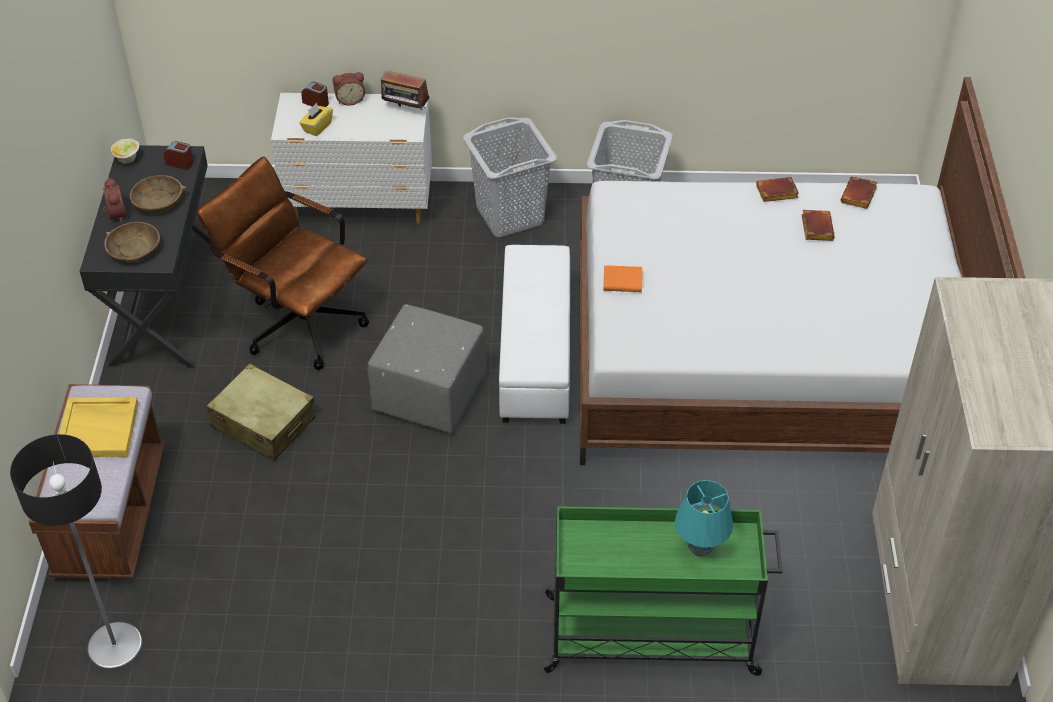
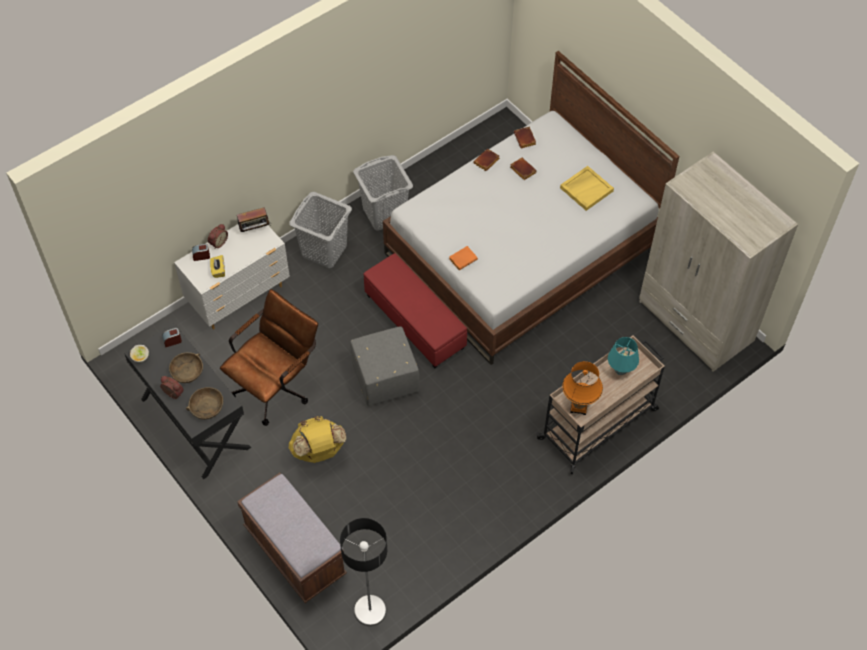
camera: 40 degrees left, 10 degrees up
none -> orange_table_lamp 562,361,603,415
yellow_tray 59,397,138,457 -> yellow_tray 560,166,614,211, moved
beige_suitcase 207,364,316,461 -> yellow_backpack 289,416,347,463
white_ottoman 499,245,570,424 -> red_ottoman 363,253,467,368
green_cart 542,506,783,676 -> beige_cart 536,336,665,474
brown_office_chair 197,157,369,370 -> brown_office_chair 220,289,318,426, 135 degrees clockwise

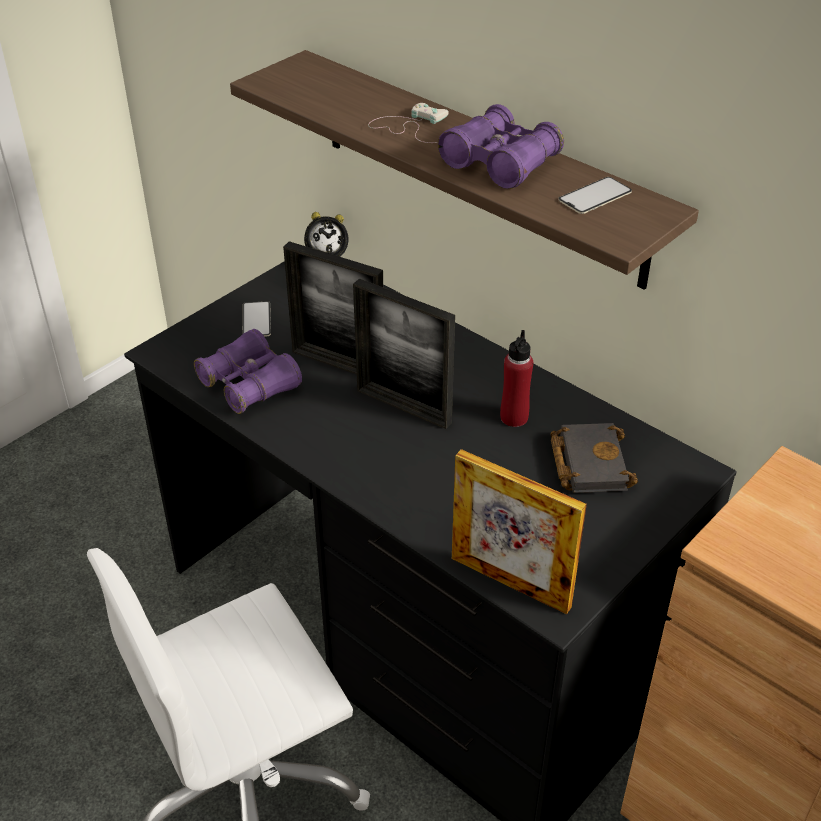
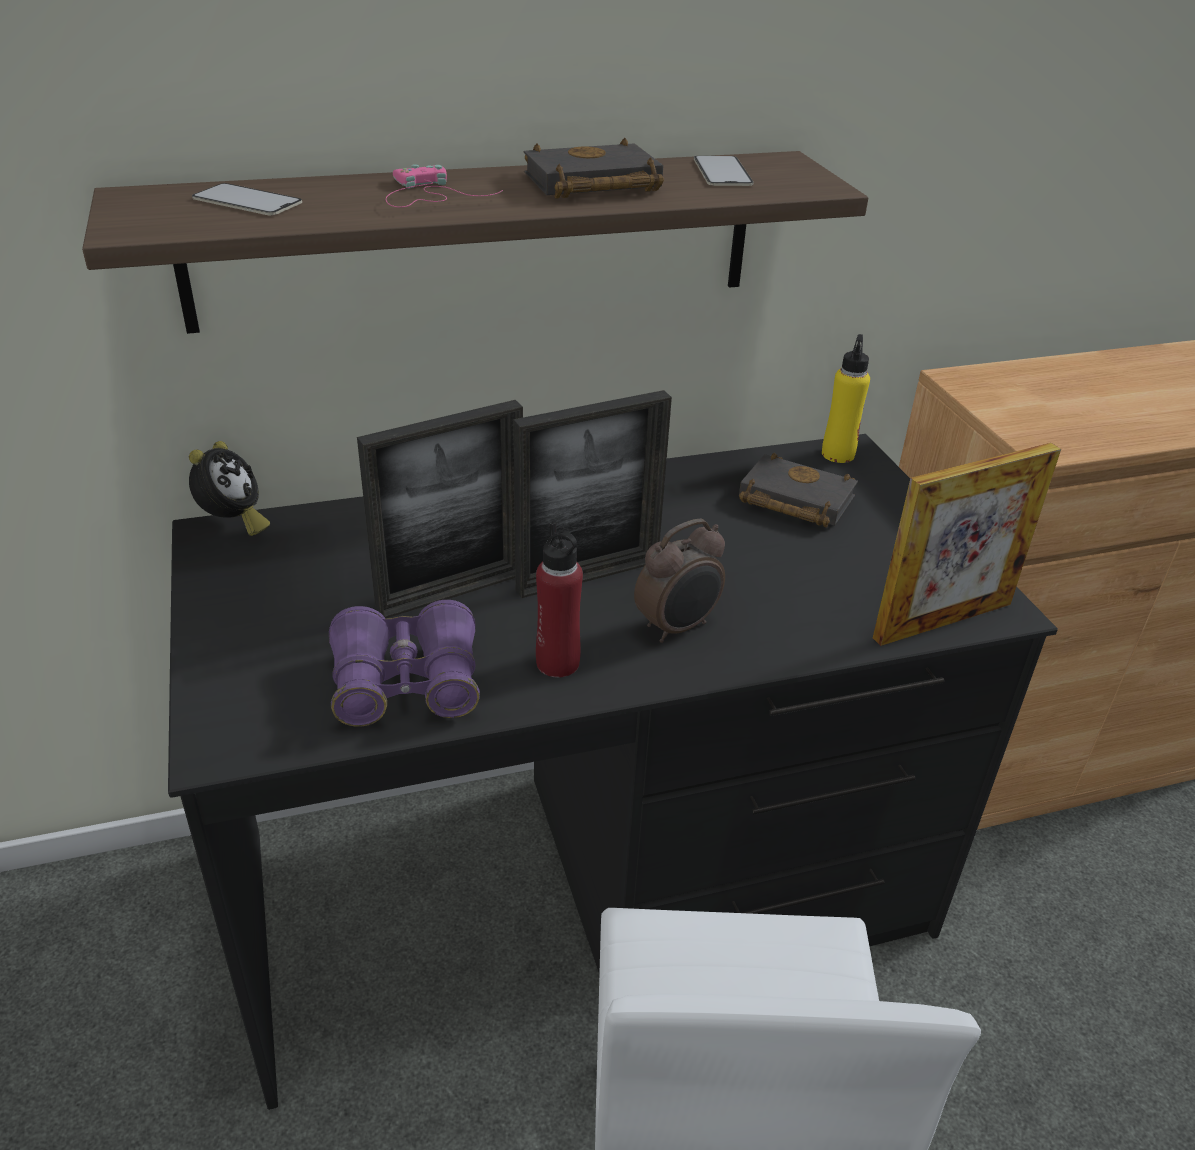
camera: 60 degrees left, 5 degrees down
none -> alarm_clock 634,519,725,643
none -> yellow_bottle 822,334,870,463
phone 242,301,271,337 -> phone 192,183,302,216, moved
red_bottle 500,330,533,427 -> red_bottle 536,522,583,678, moved
purple_binoculars 438,104,564,189 -> black_book 524,138,664,199
white_game_controller 368,103,449,143 -> pink_game_controller 386,164,503,208

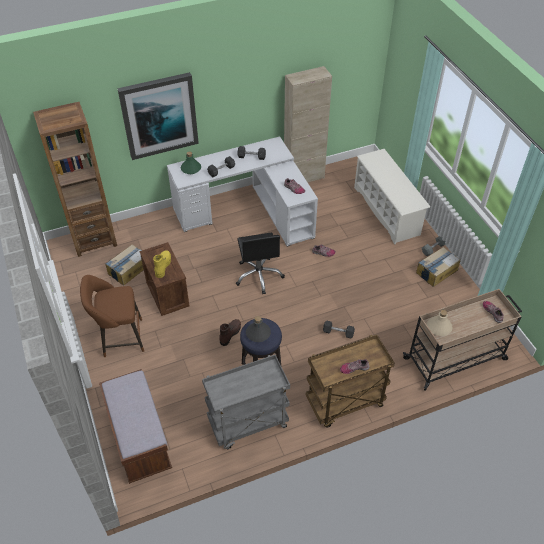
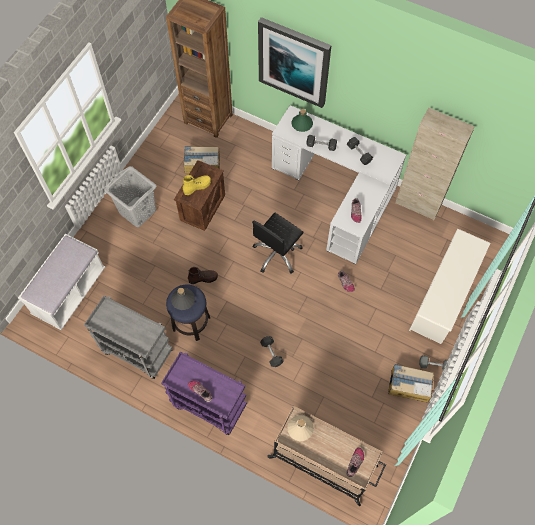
camera: 50 degrees right, 15 degrees up
brown_stool 80,275,144,357 -> grey_laundry_basket 104,166,156,227
brown_bench 99,369,172,484 -> white_bench 18,233,105,330
brown_cart 306,334,395,428 -> purple_cart 161,352,247,435

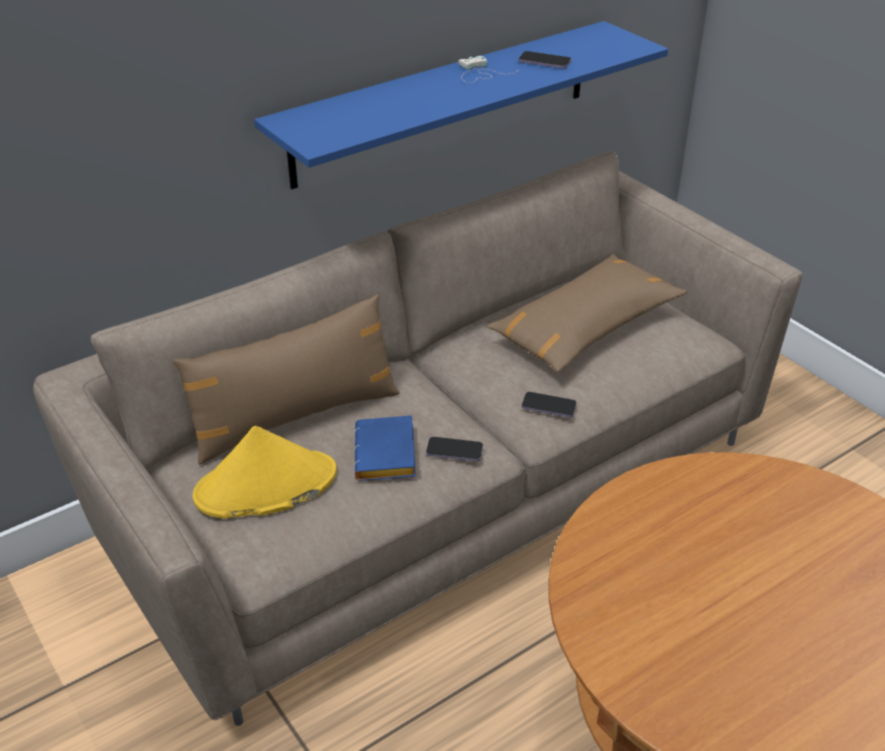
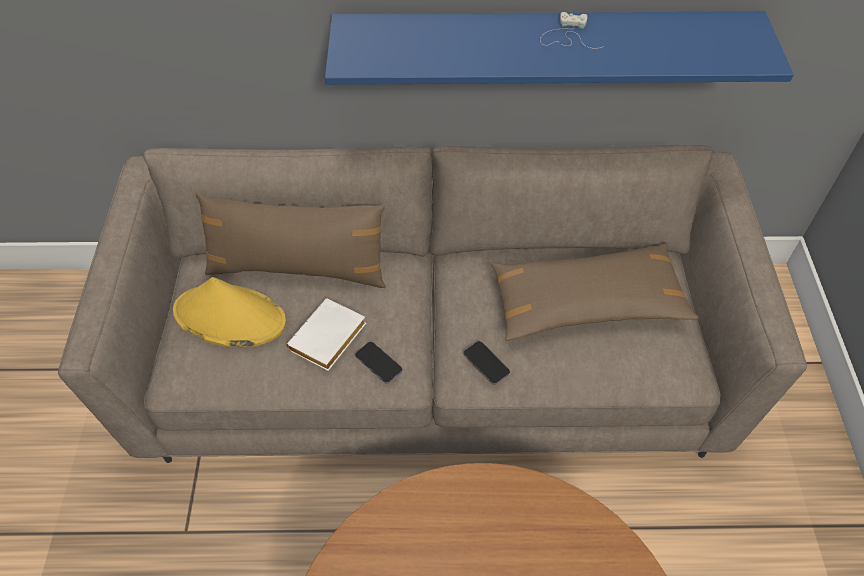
camera: 35 degrees right, 15 degrees up
phone 518,51,571,68 -> none
blue_book 354,415,416,481 -> white_book 286,298,366,371

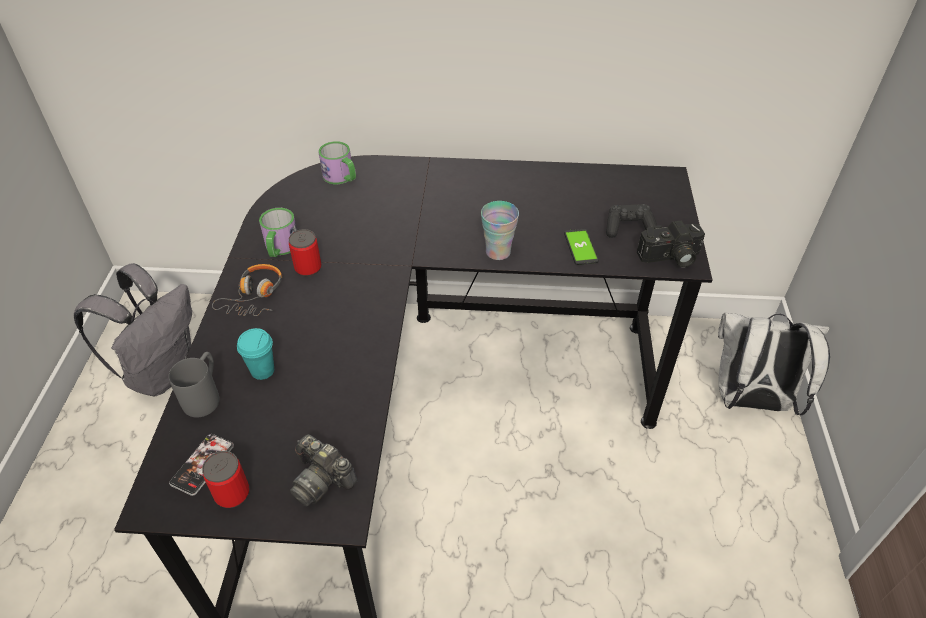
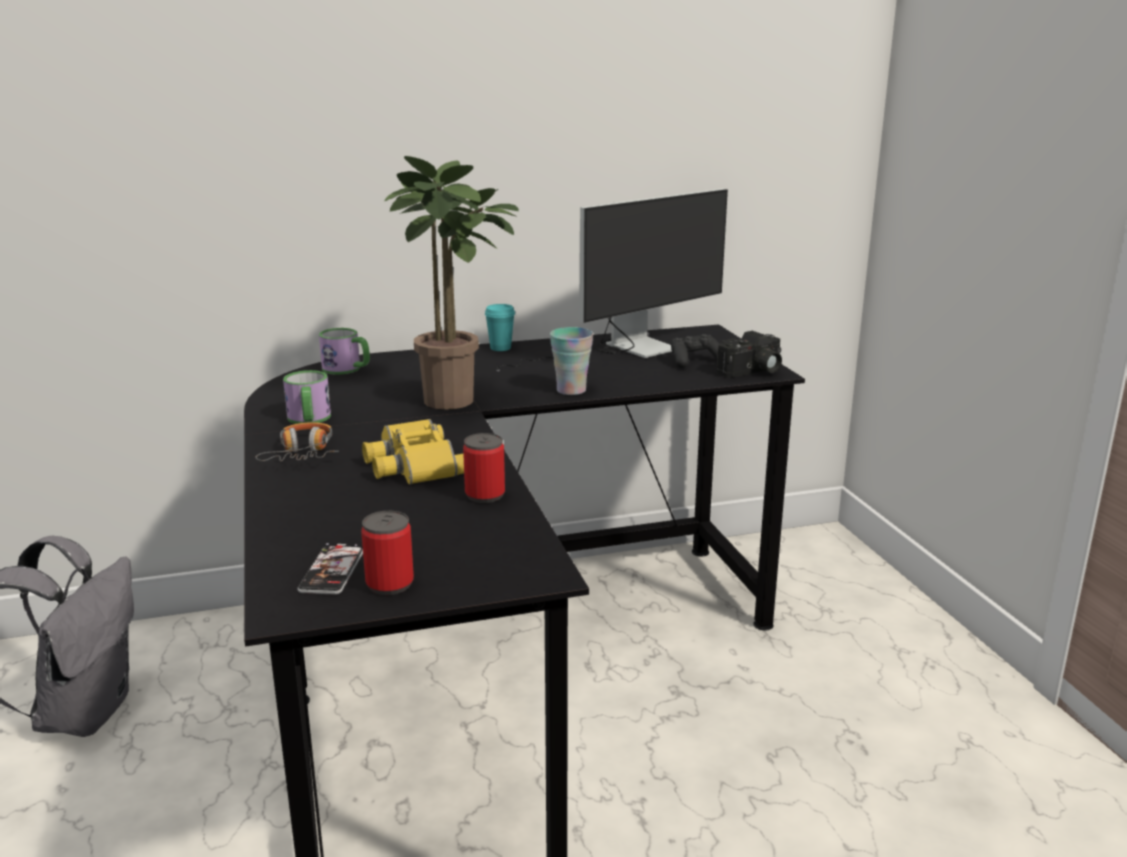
camera: 20 degrees left, 25 degrees down
grey_mug 169,352,220,417 -> none
photo_camera 290,434,357,507 -> none
phone 564,229,599,265 -> none
white_backpack 718,313,830,415 -> none
none -> yellow_binoculars 362,419,464,485
none -> potted_plant 384,156,519,410
none -> monitor 496,188,728,371
turquoise_cup 237,328,274,380 -> turquoise_cup 485,304,515,351, moved
can 289,229,321,277 -> can 463,433,505,503, moved

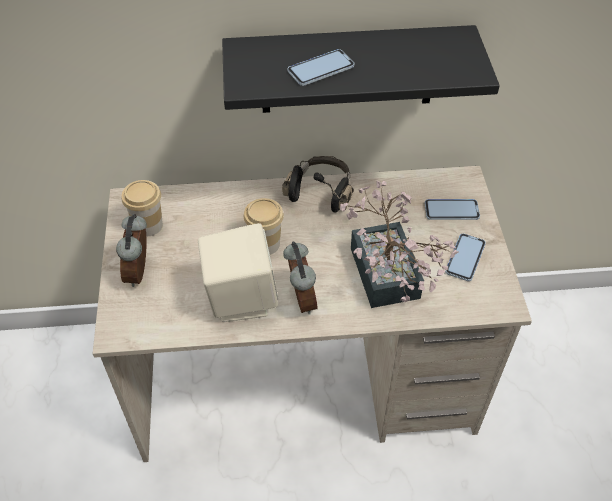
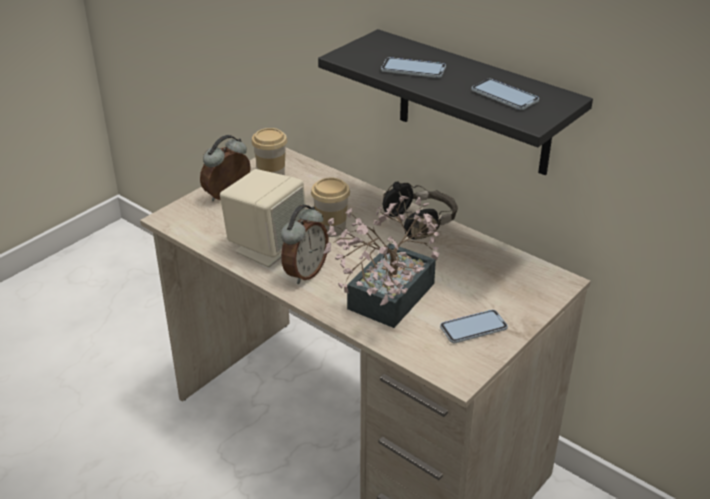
camera: 45 degrees right, 15 degrees down
phone 425,199,480,220 -> phone 472,79,539,110, moved

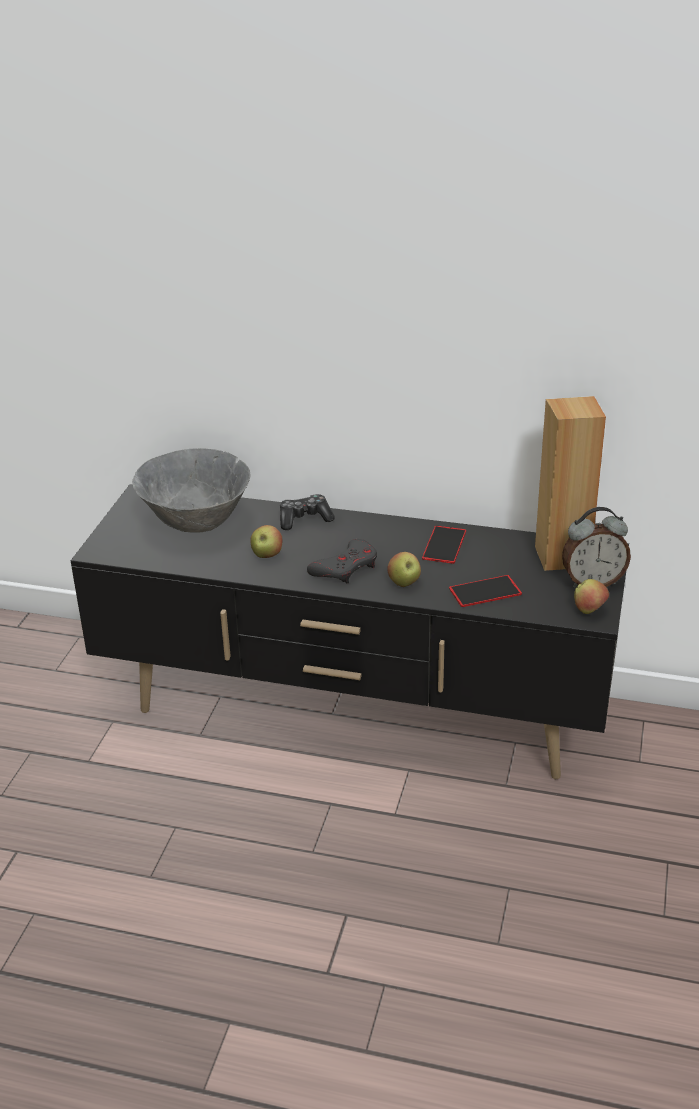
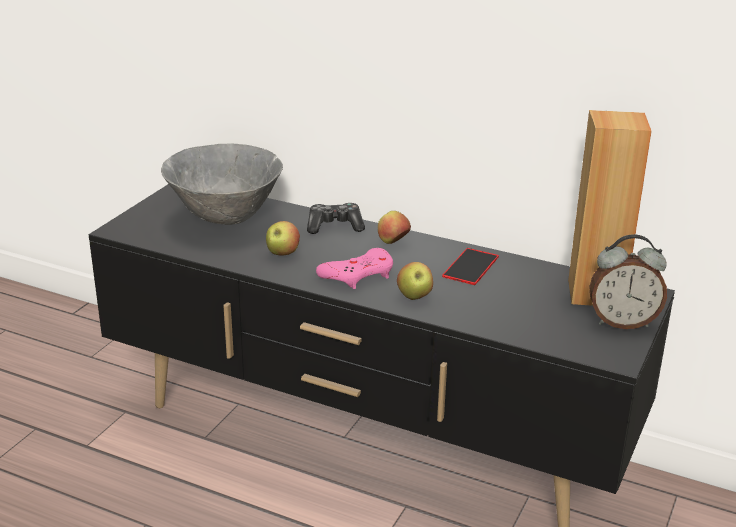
camera: 10 degrees right, 5 degrees down
phone 449,575,522,607 -> none
apple 574,579,609,614 -> apple 378,211,411,244, moved
grey_game_controller 307,539,377,584 -> pink_game_controller 316,248,393,289

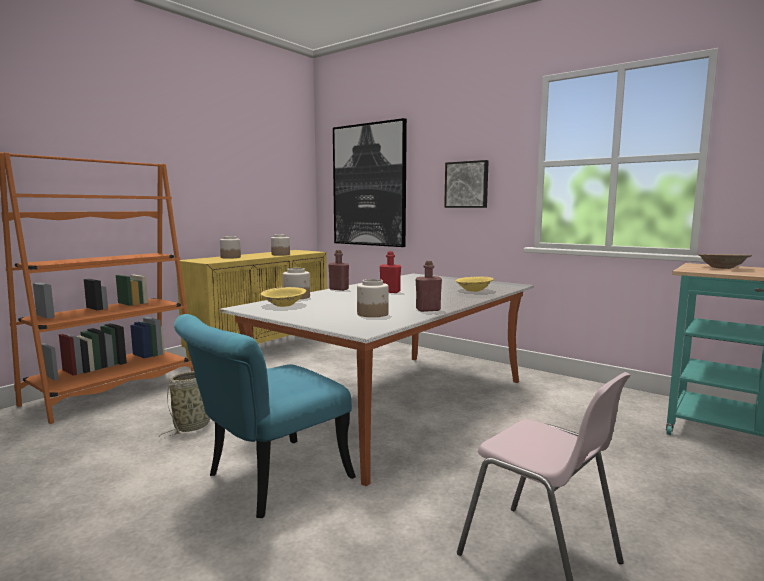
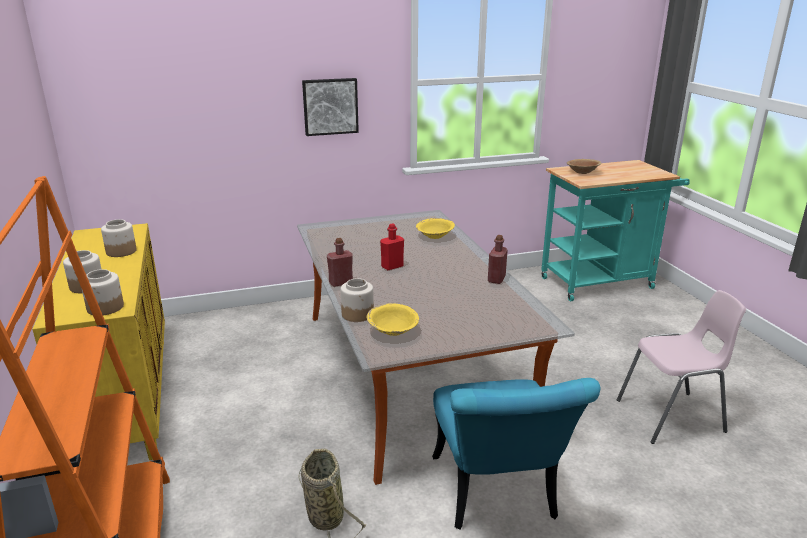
camera: 55 degrees left, 15 degrees up
picture 333,118,407,247 -> none
jar 357,279,389,317 -> jar 81,269,124,316, moved

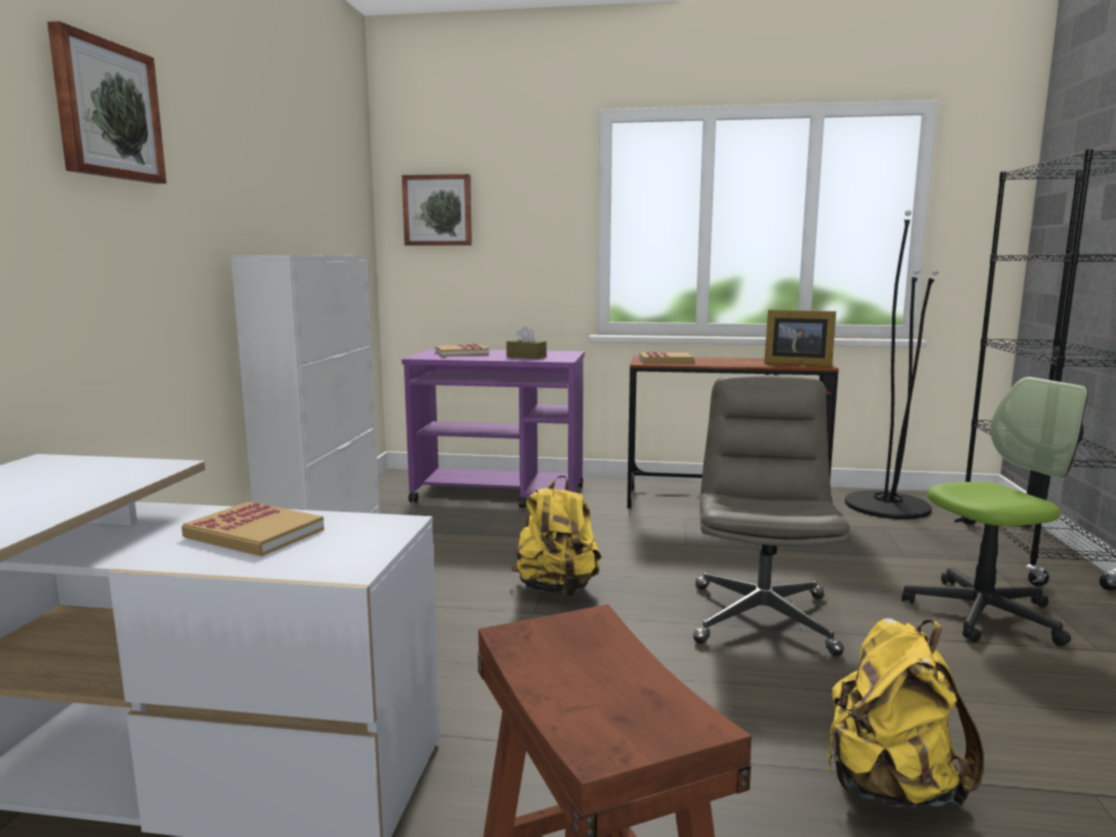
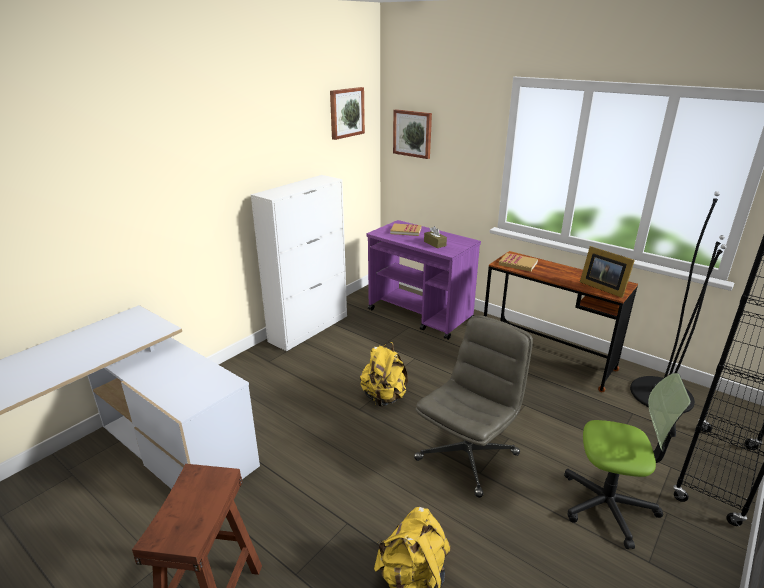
camera: 30 degrees right, 15 degrees up
book 182,502,324,557 -> none
picture 47,21,167,184 -> picture 330,87,365,140, moved

